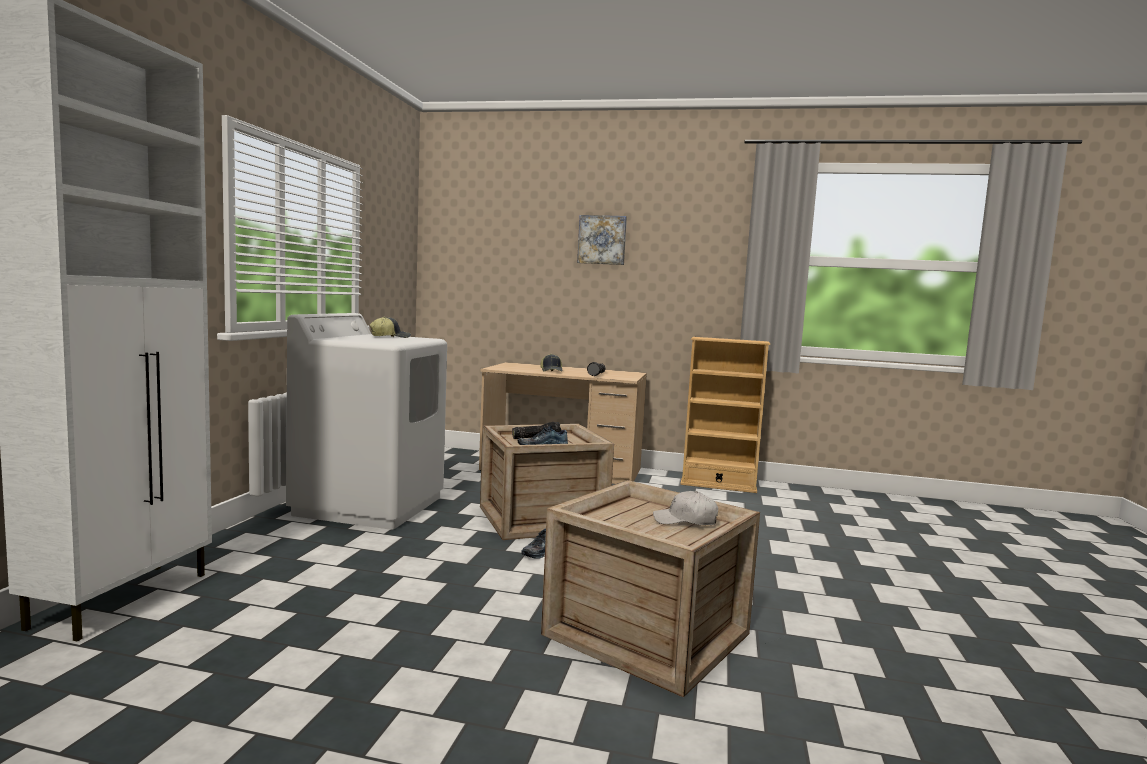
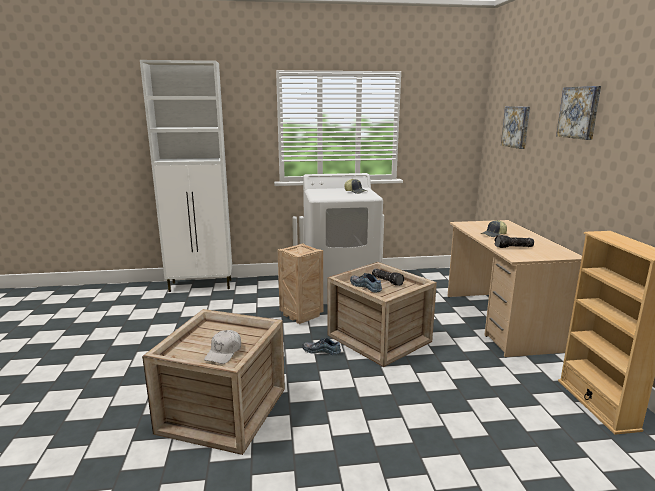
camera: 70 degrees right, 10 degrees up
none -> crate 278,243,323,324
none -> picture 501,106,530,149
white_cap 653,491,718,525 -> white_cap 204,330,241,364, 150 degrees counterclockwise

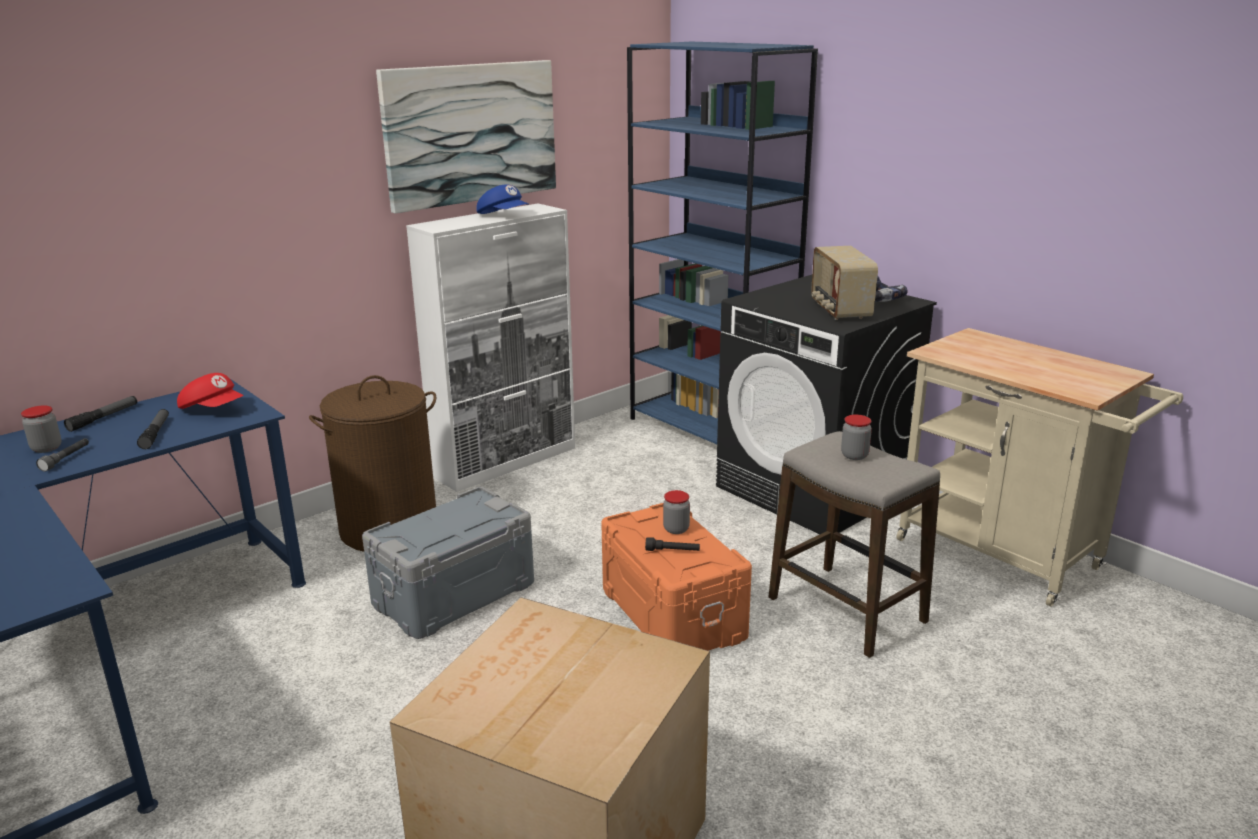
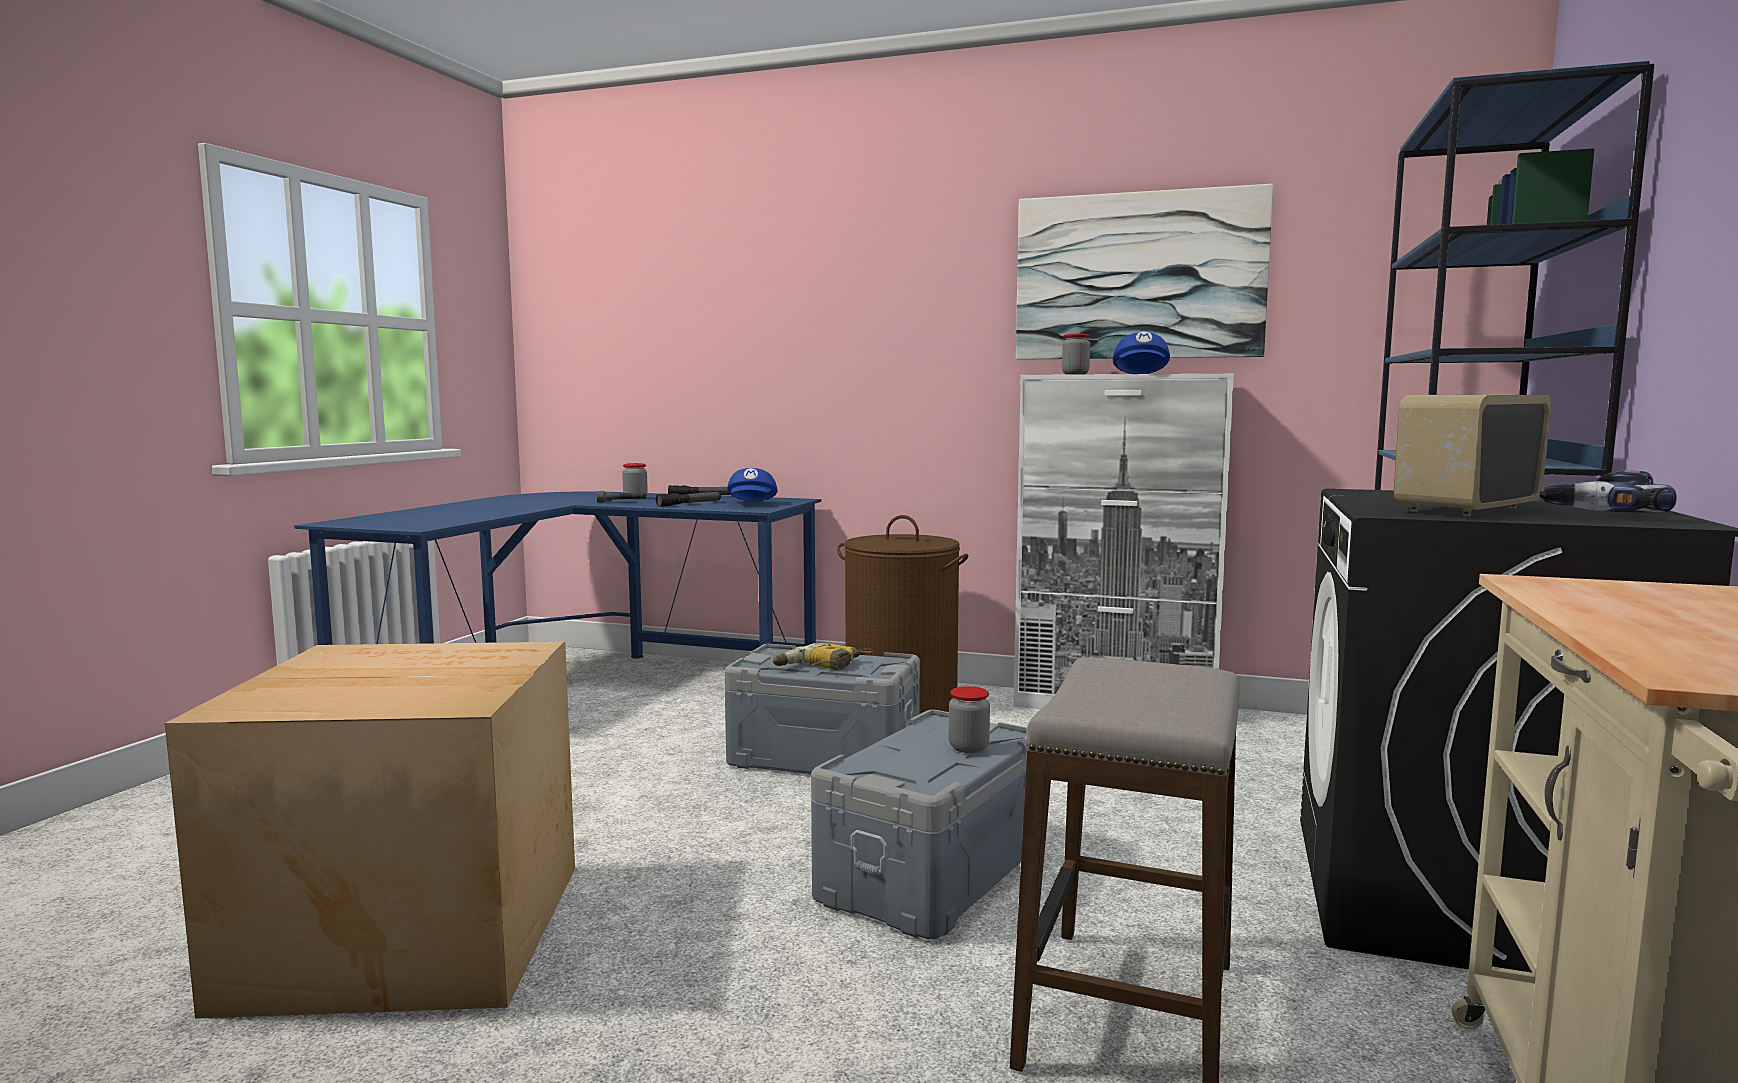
camera: 60 degrees right, 15 degrees down
black_flashlight 645,538,700,551 -> none
none -> power_drill 773,643,874,670
jar 841,414,872,460 -> jar 1062,334,1090,375, moved
red_cap 177,373,244,409 -> blue_cap 727,468,778,501
orange_storage_box 601,503,752,651 -> grey_storage_box 811,710,1028,939

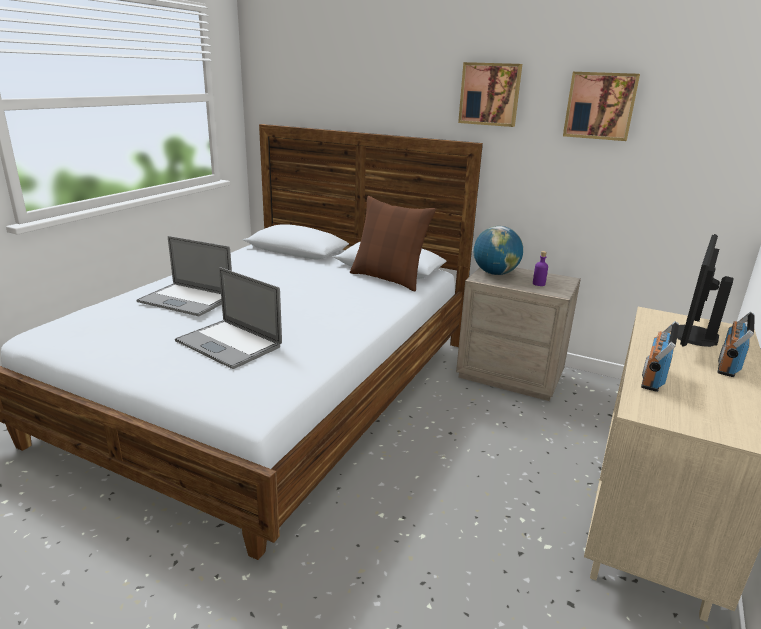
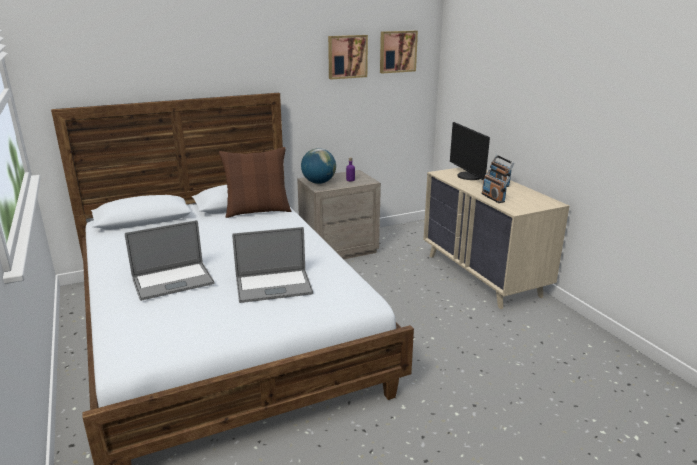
camera: 50 degrees left, 0 degrees up
picture 458,62,522,127 -> picture 380,30,418,73, moved

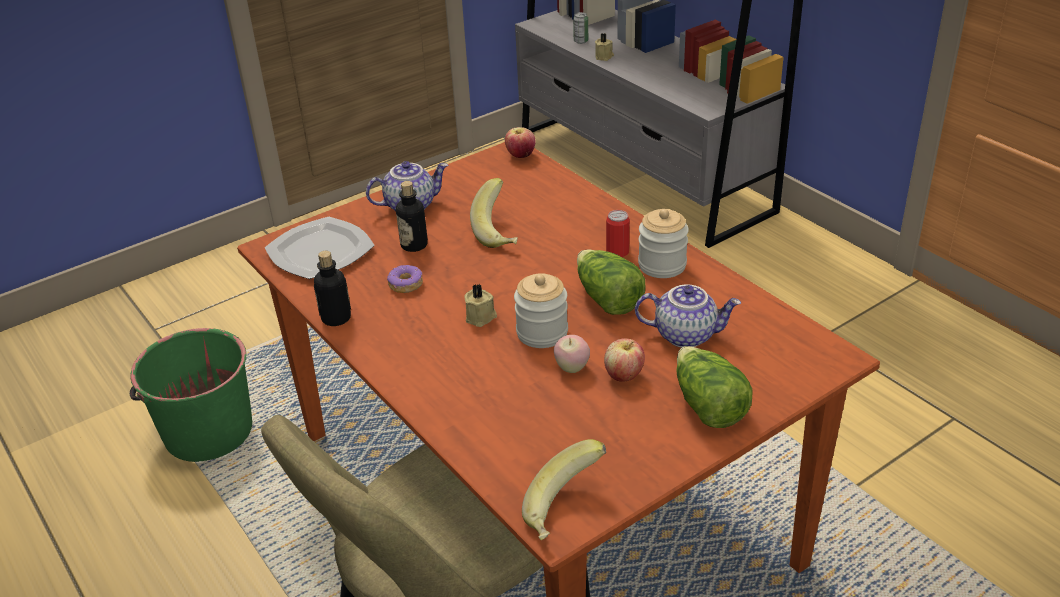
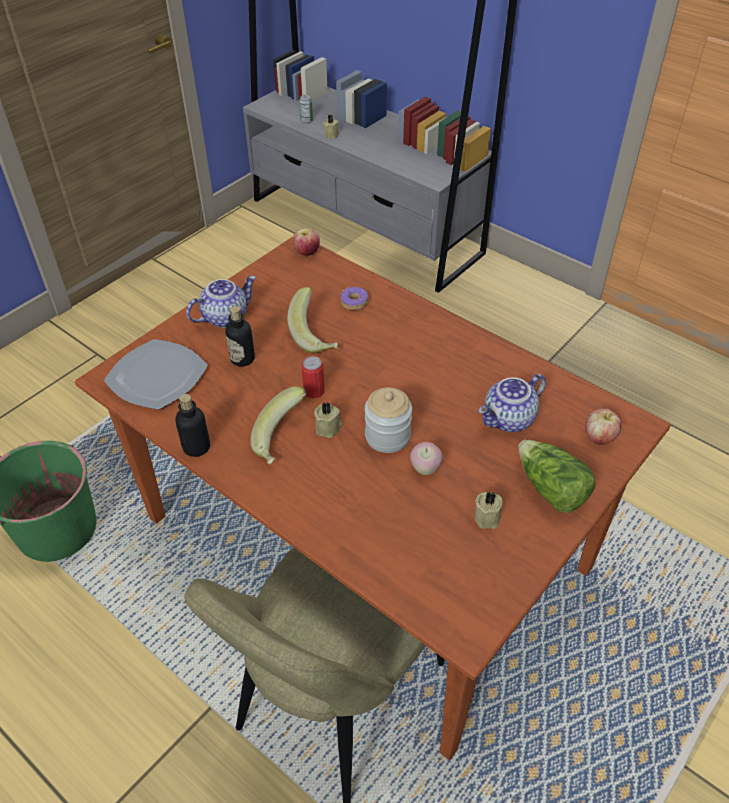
camera: 15 degrees left, 10 degrees up
lettuce 577,249,645,315 -> none
jar 638,209,689,278 -> none
none -> beige_candle 474,492,503,529
donut 387,265,423,293 -> donut 340,287,368,310, moved
banana 522,439,606,540 -> banana 250,386,307,465, moved
apple 604,338,645,382 -> apple 585,408,621,445, moved
can 606,210,630,257 -> can 302,356,325,398, moved
teapot 635,284,741,348 -> teapot 478,374,546,432, 150 degrees clockwise

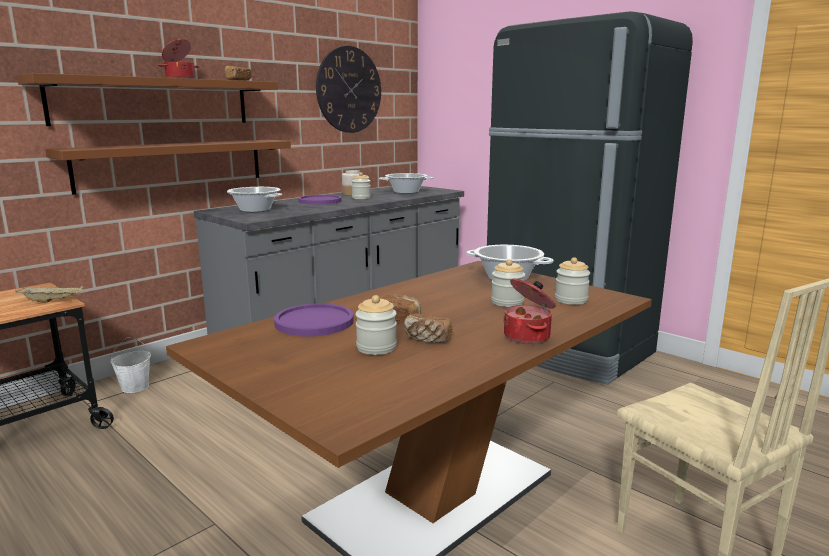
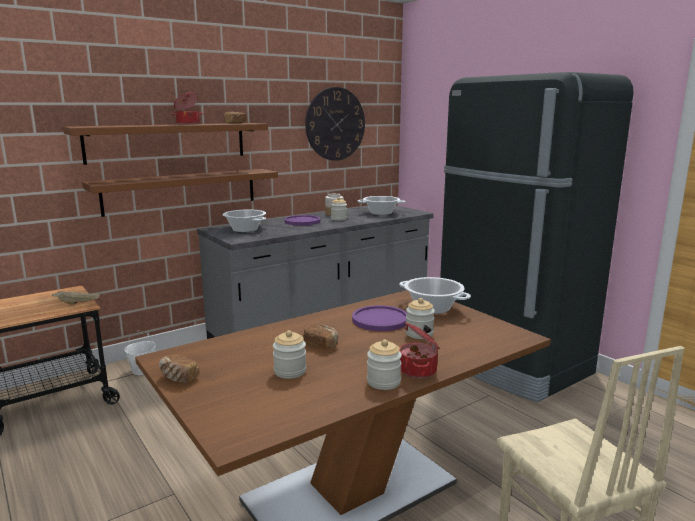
camera: 10 degrees right, 0 degrees up
purple_plate 274,303,354,337 -> purple_plate 352,305,407,331, moved
bread 404,313,453,343 -> bread 159,354,200,383, moved
jar 555,257,590,305 -> jar 367,340,402,390, moved

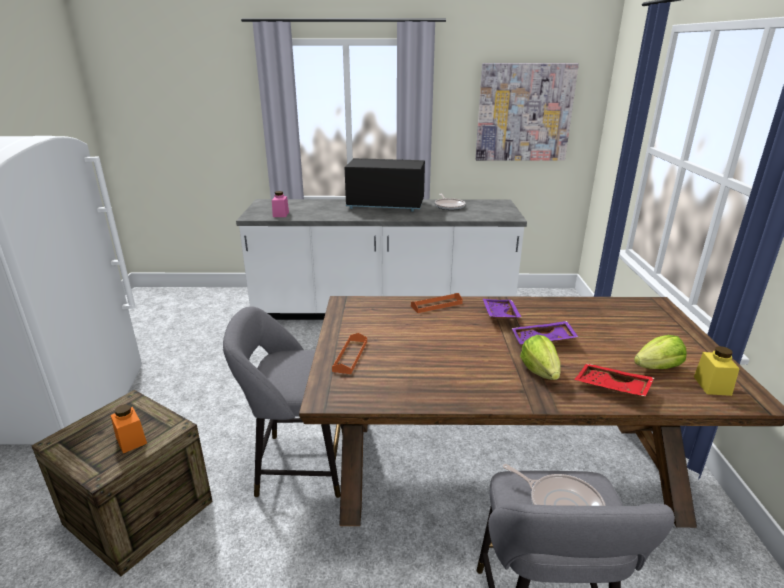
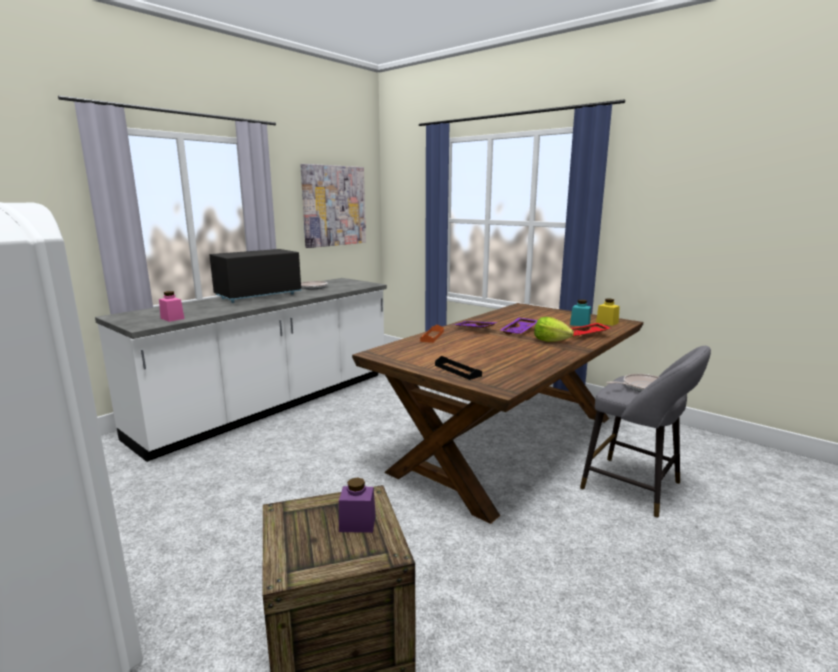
camera: 50 degrees left, 10 degrees down
grey_stool 223,306,343,498 -> none
lettuce 634,335,687,369 -> turquoise_jar 570,300,591,326
orange_jar 110,404,147,453 -> purple_jar 339,477,376,533
orange_tray 332,333,367,374 -> black_tray 435,356,482,380

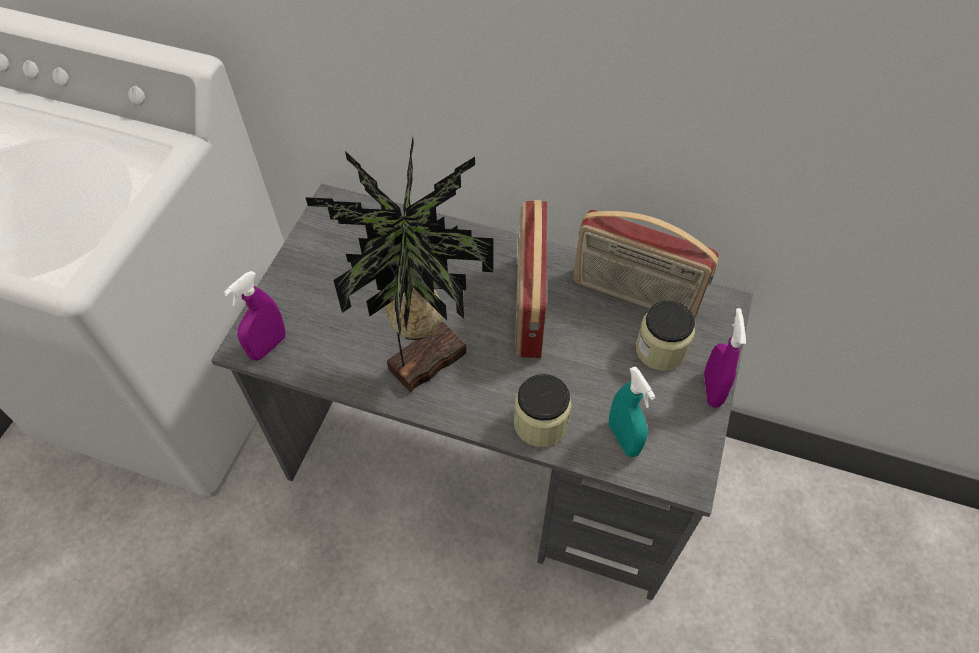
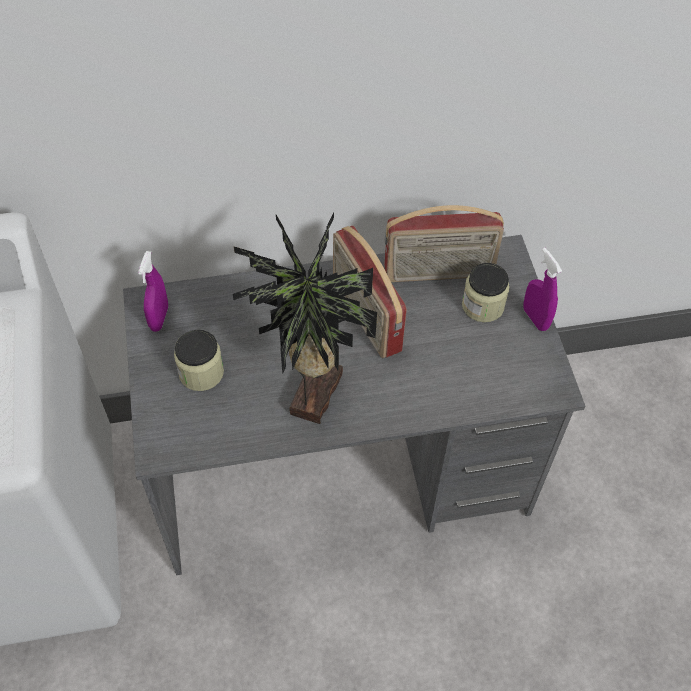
camera: 30 degrees left, 0 degrees up
turquoise_spray_bottle 609,366,656,457 -> none
purple_spray_bottle 223,271,285,361 -> purple_spray_bottle 138,251,168,332, moved
jar 514,374,571,447 -> jar 174,330,224,391, moved

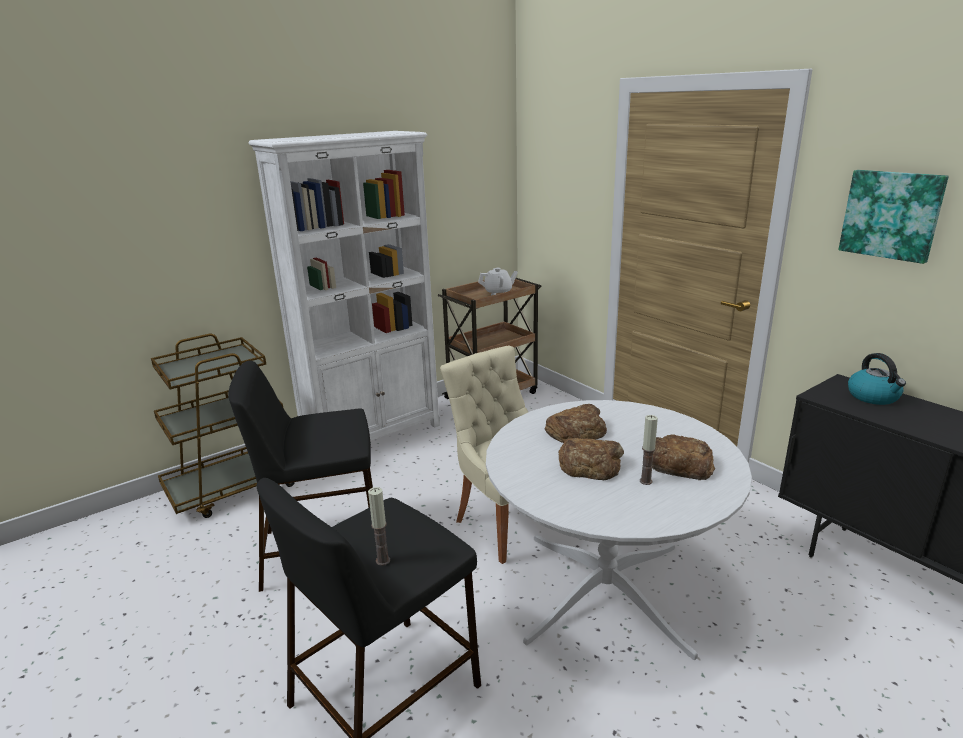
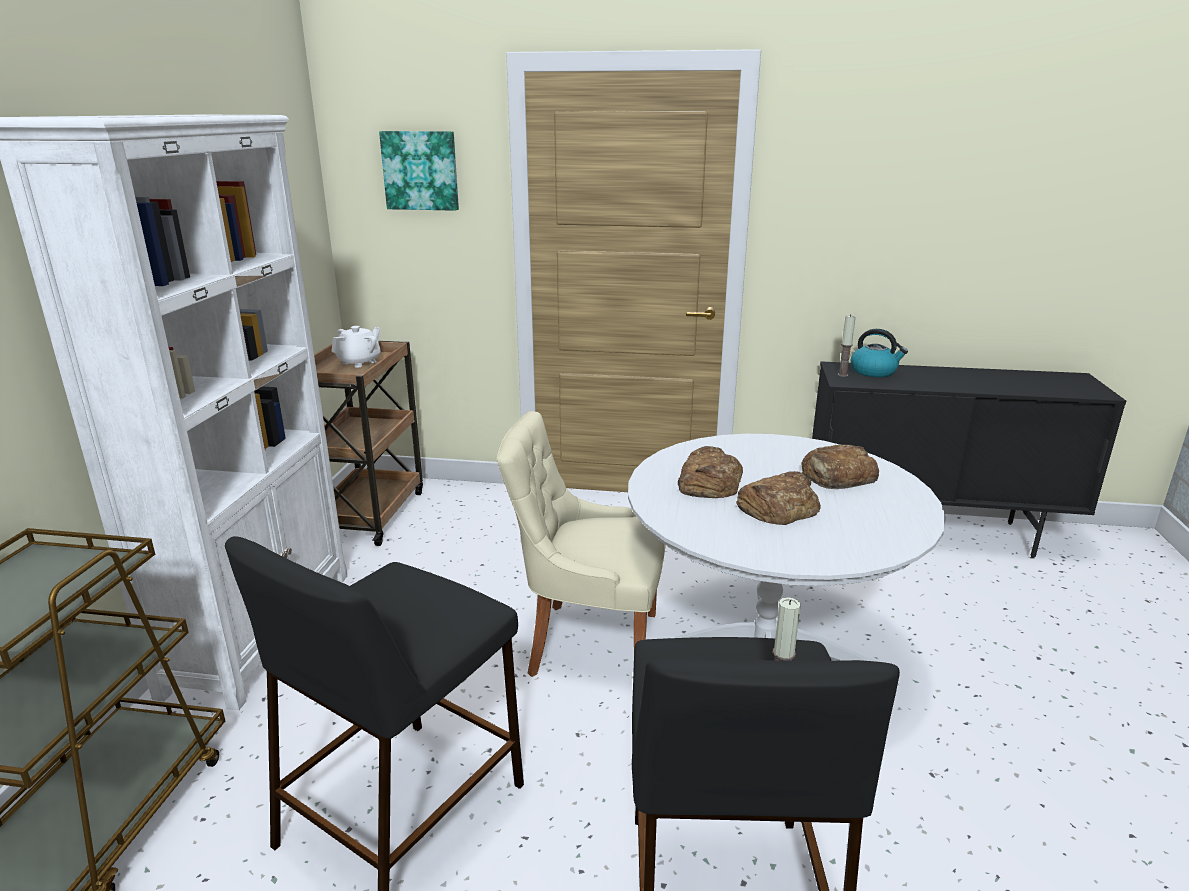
camera: 45 degrees left, 0 degrees up
candle 640,415,658,485 -> candle 837,314,856,377, moved
picture 838,170,949,264 -> picture 379,131,459,211, moved

